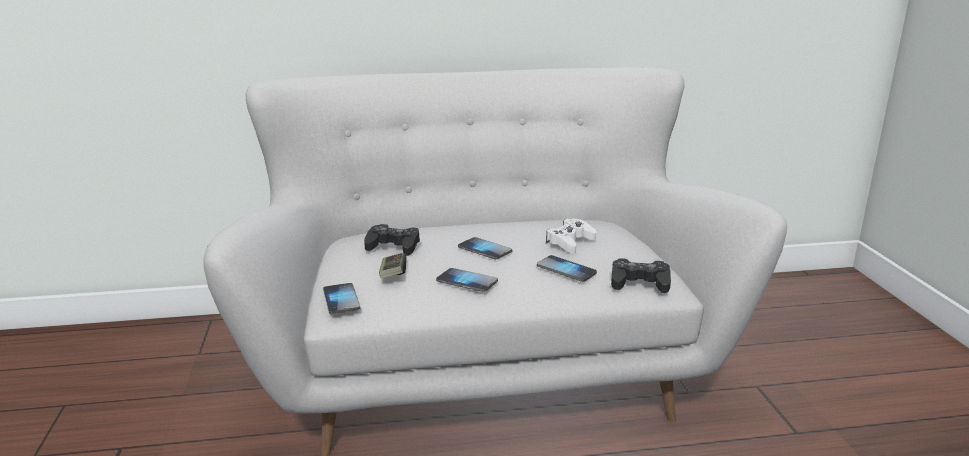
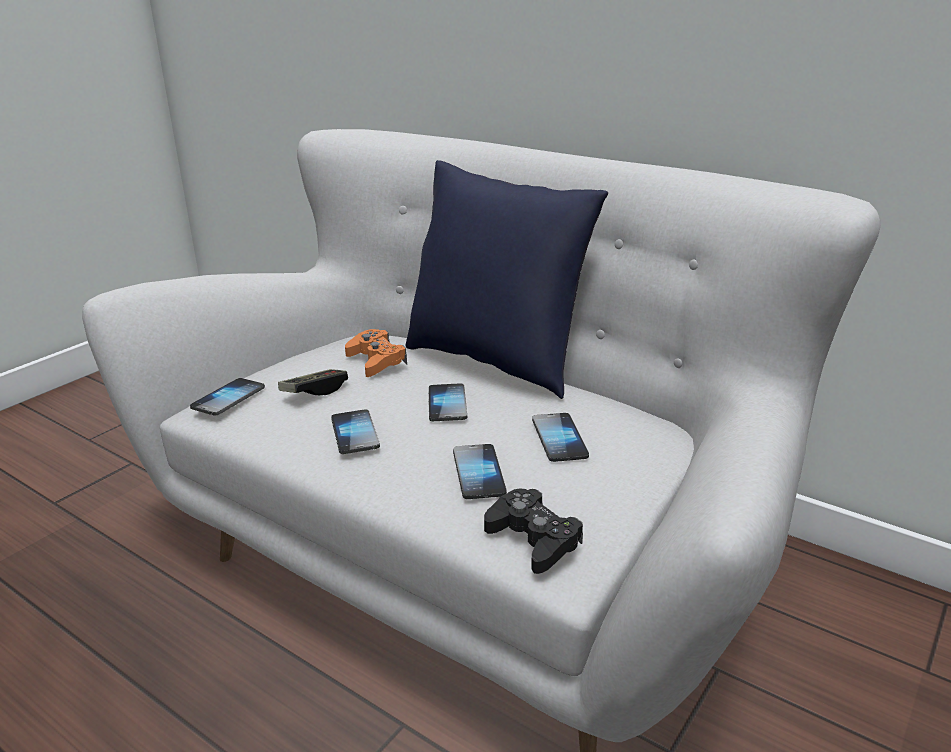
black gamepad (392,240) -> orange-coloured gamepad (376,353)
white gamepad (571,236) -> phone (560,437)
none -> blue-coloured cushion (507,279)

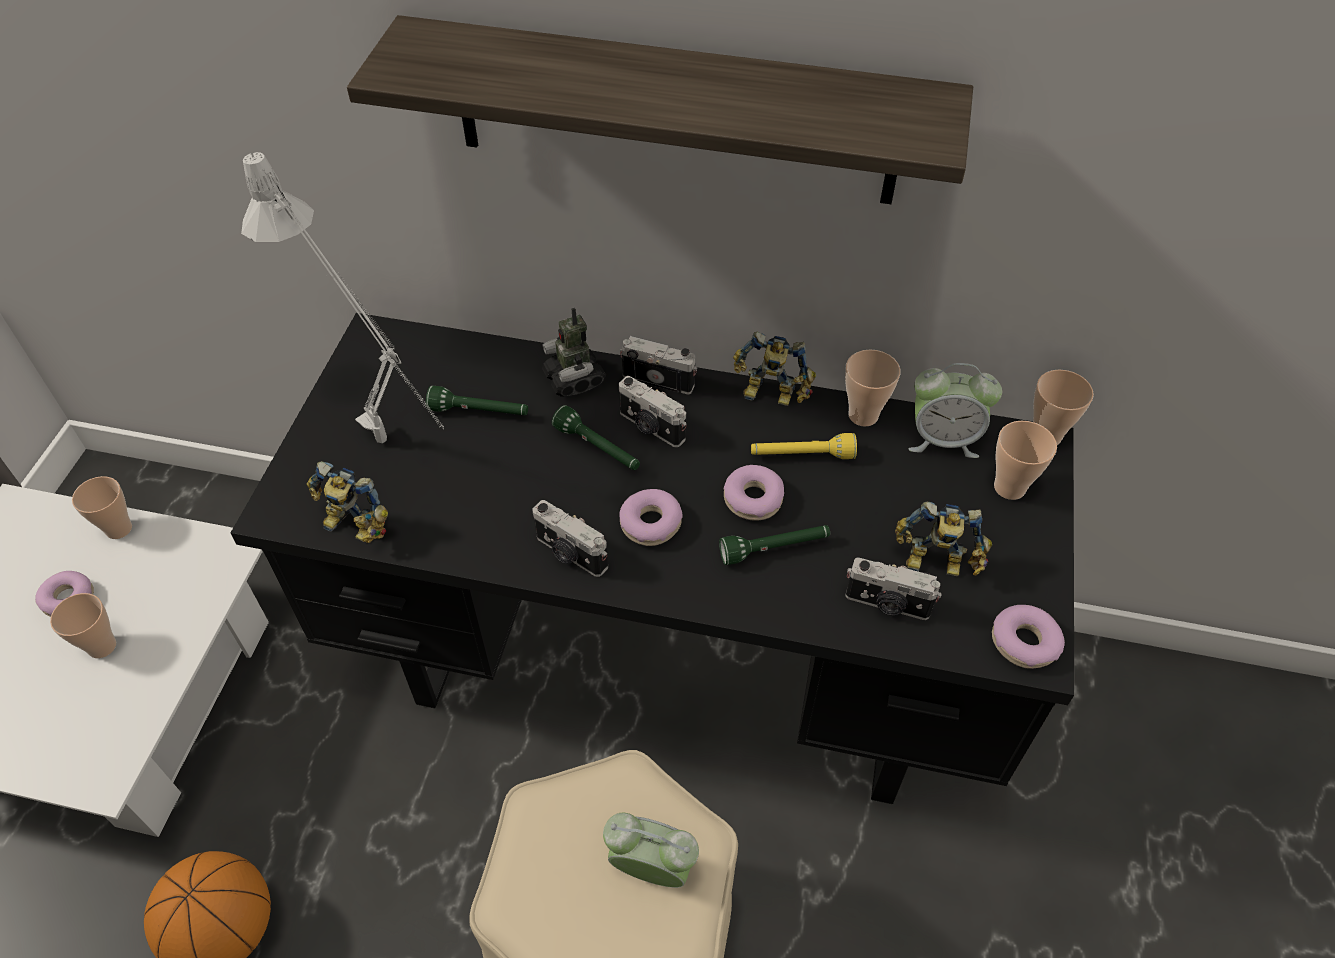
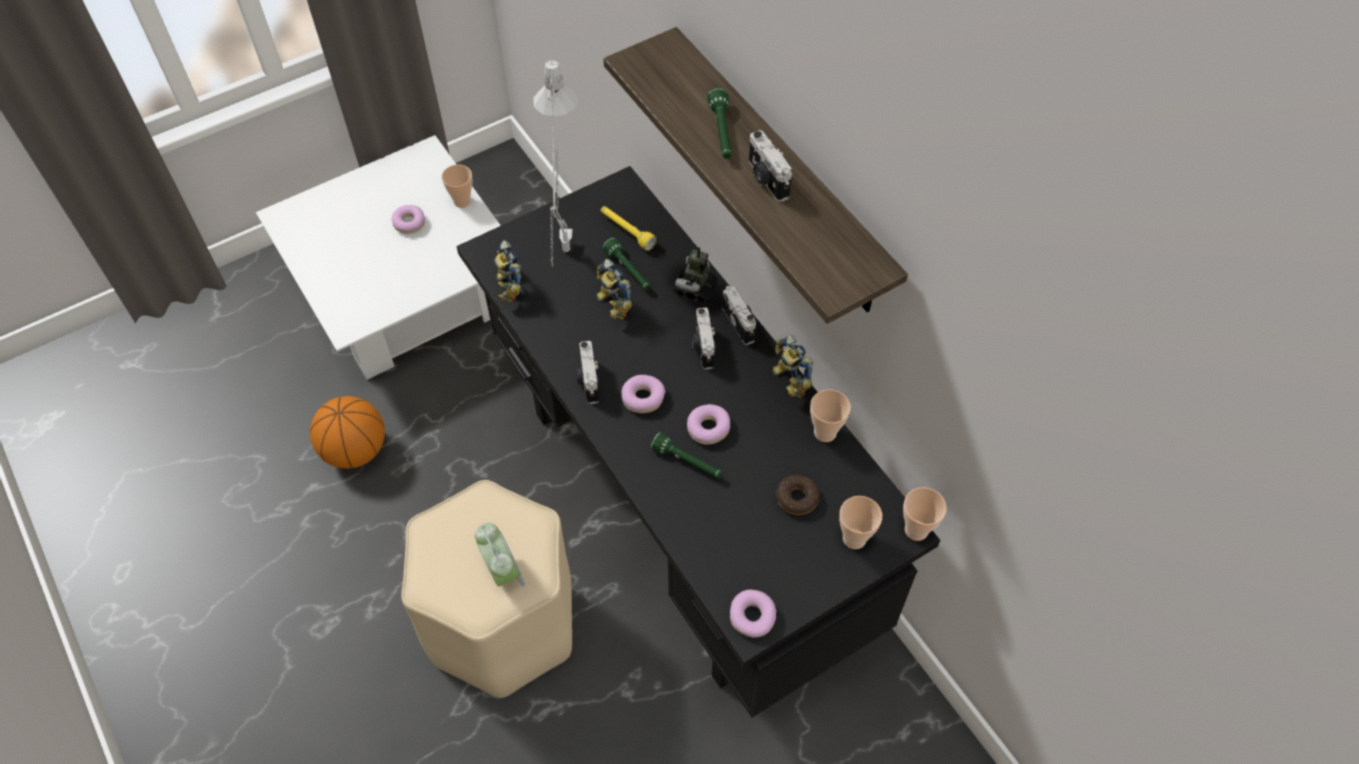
cup (83,625) -> none
green-coloured torch (596,437) -> green-coloured torch (719,123), moved
yellow torch (804,446) -> yellow torch (629,228), moved
photo camera (893,588) -> photo camera (770,166), moved
toy robot (943,538) -> toy robot (614,289), moved
bedside clock (955,410) -> none
none -> ring doughnut (798,495)

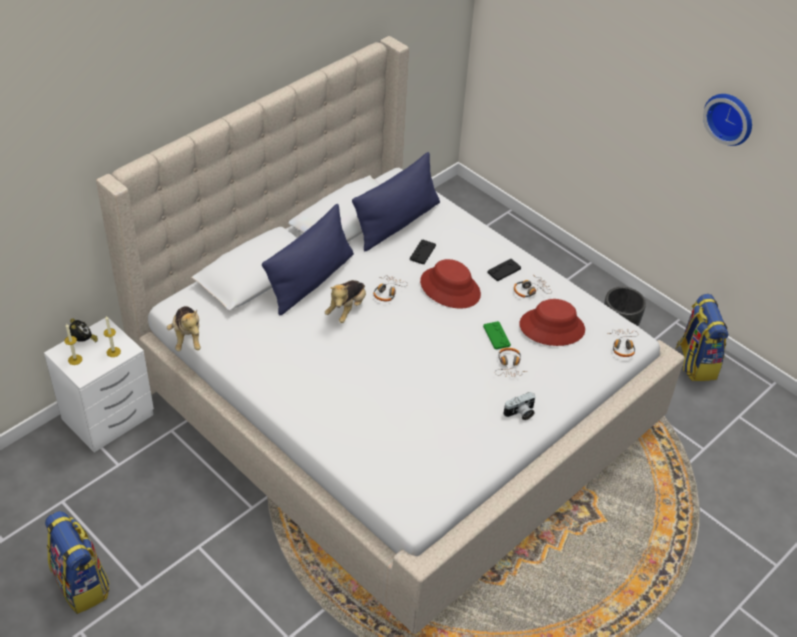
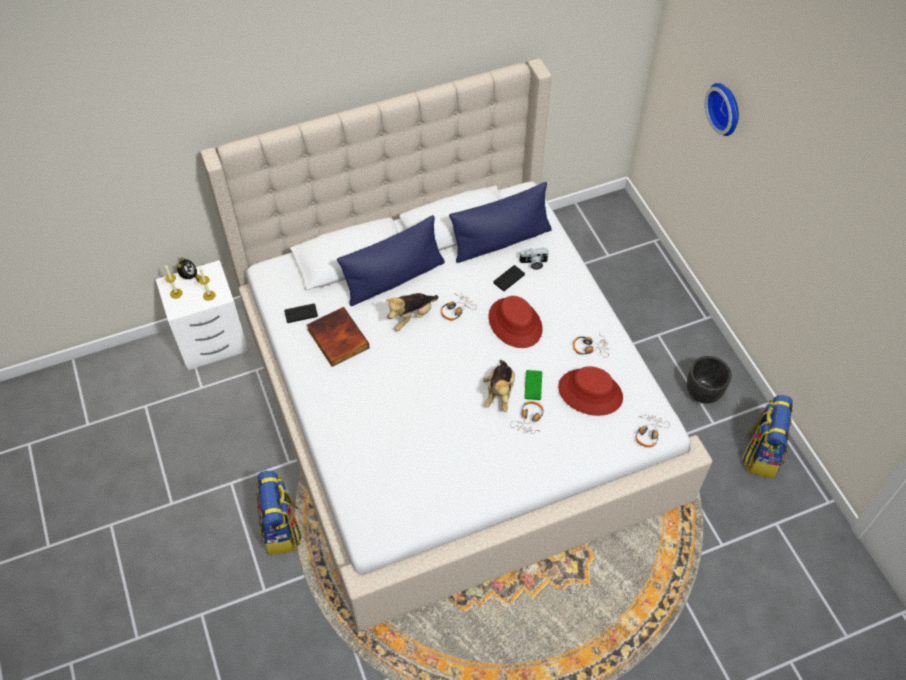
rucksack (77,562) -> rucksack (279,513), moved
plush toy (184,328) -> plush toy (499,386), moved
black gamepad (504,270) -> black gamepad (301,313), moved
photo camera (519,406) -> photo camera (534,259), moved
clock on the wall (727,120) -> clock on the wall (722,109), moved
none -> book (338,337)

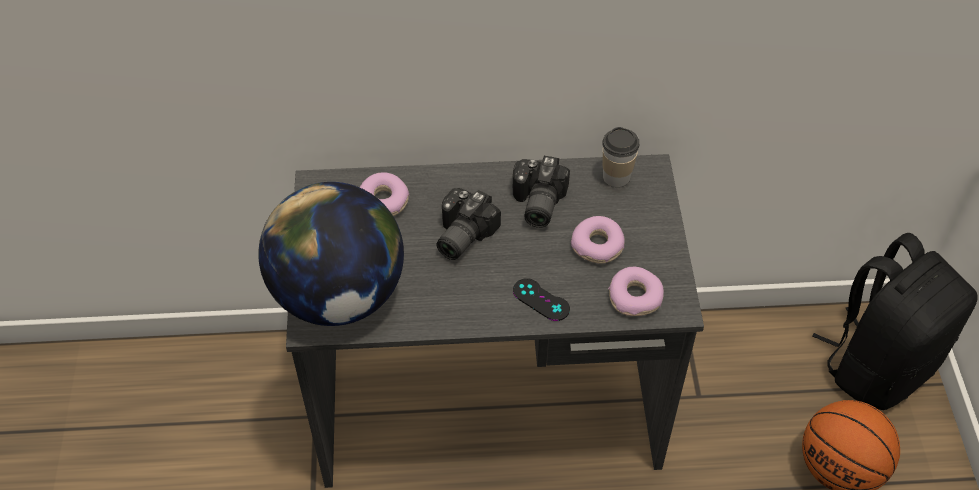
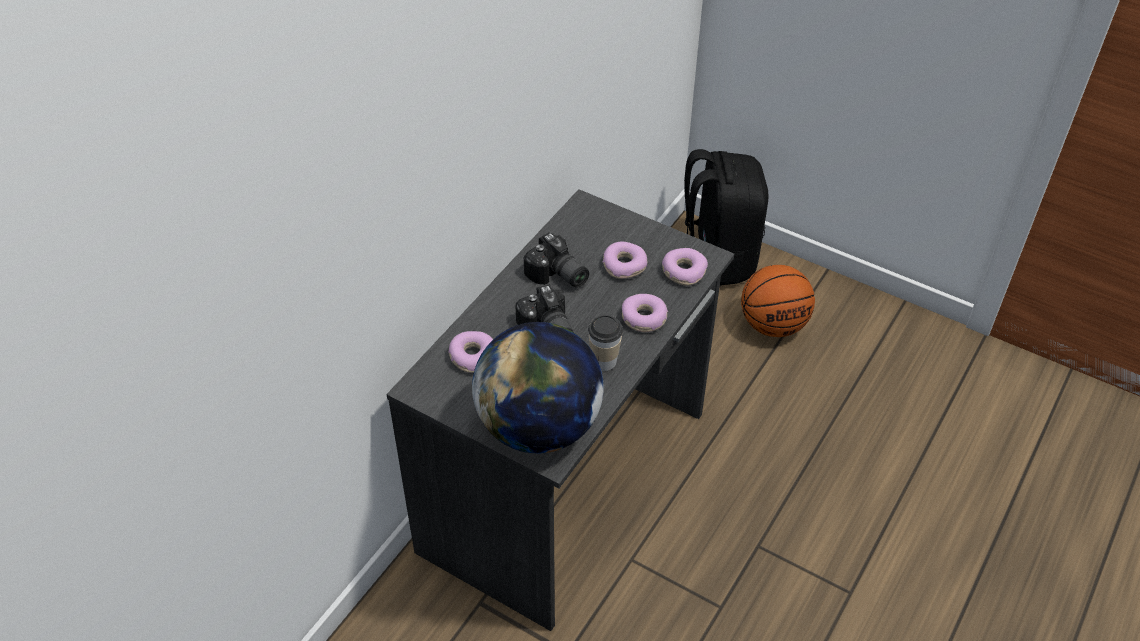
black gamepad (541,299) -> ring doughnut (645,313)
cup (620,157) -> cup (605,343), moved

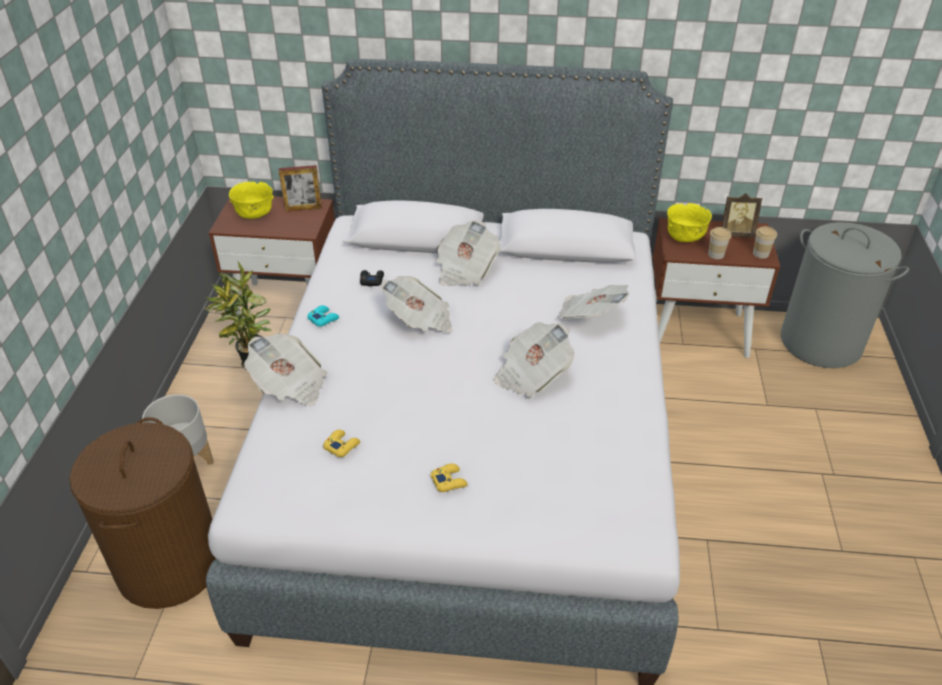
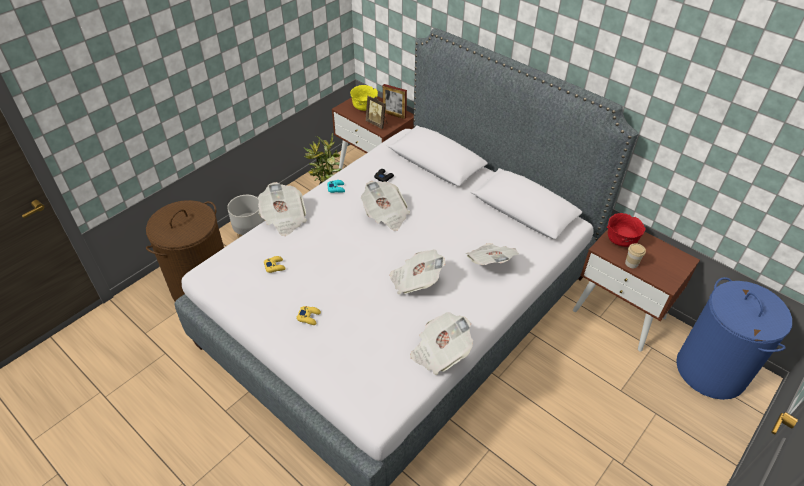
newspaper (468,253) -> newspaper (441,343), moved
yellow bowl (689,222) -> red bowl (626,230)
photo frame (742,215) -> photo frame (376,112), moved
cup (765,242) -> none
greyish laundry basket (845,295) -> blue-coloured laundry basket (734,338)

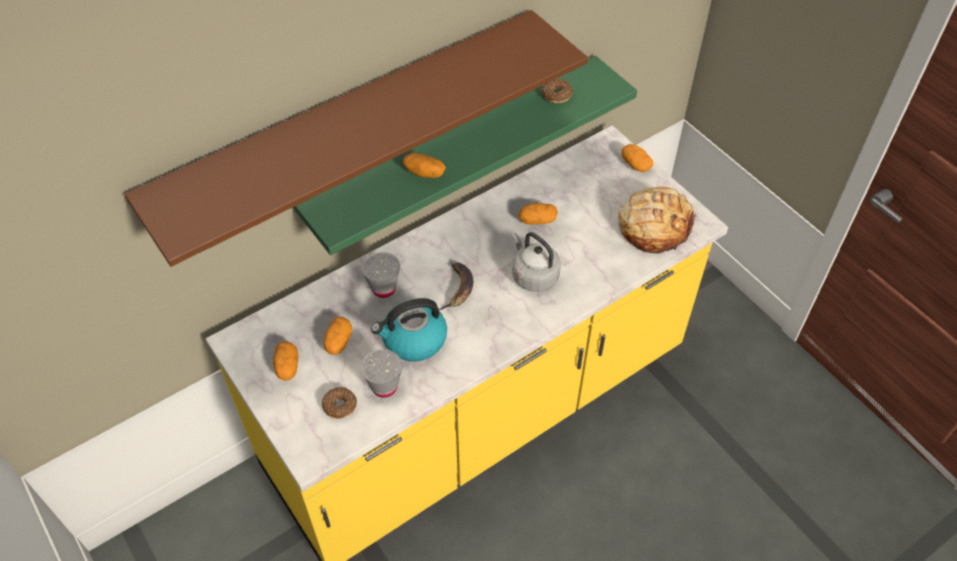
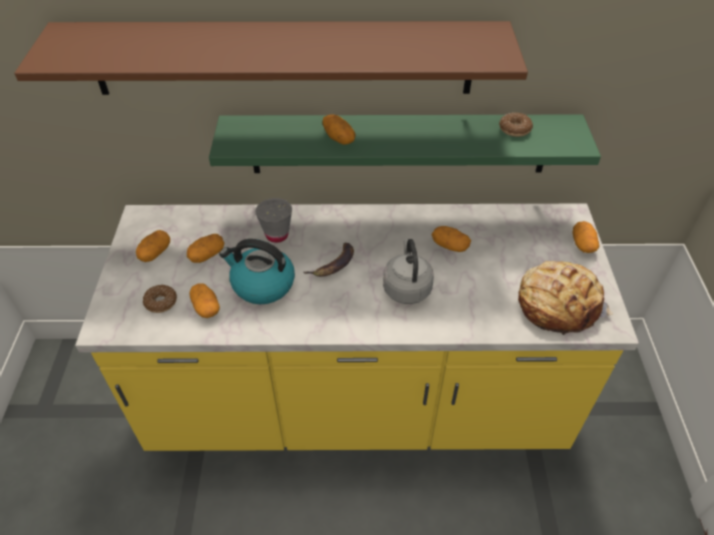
greyish cup (381,373) -> spud (204,300)

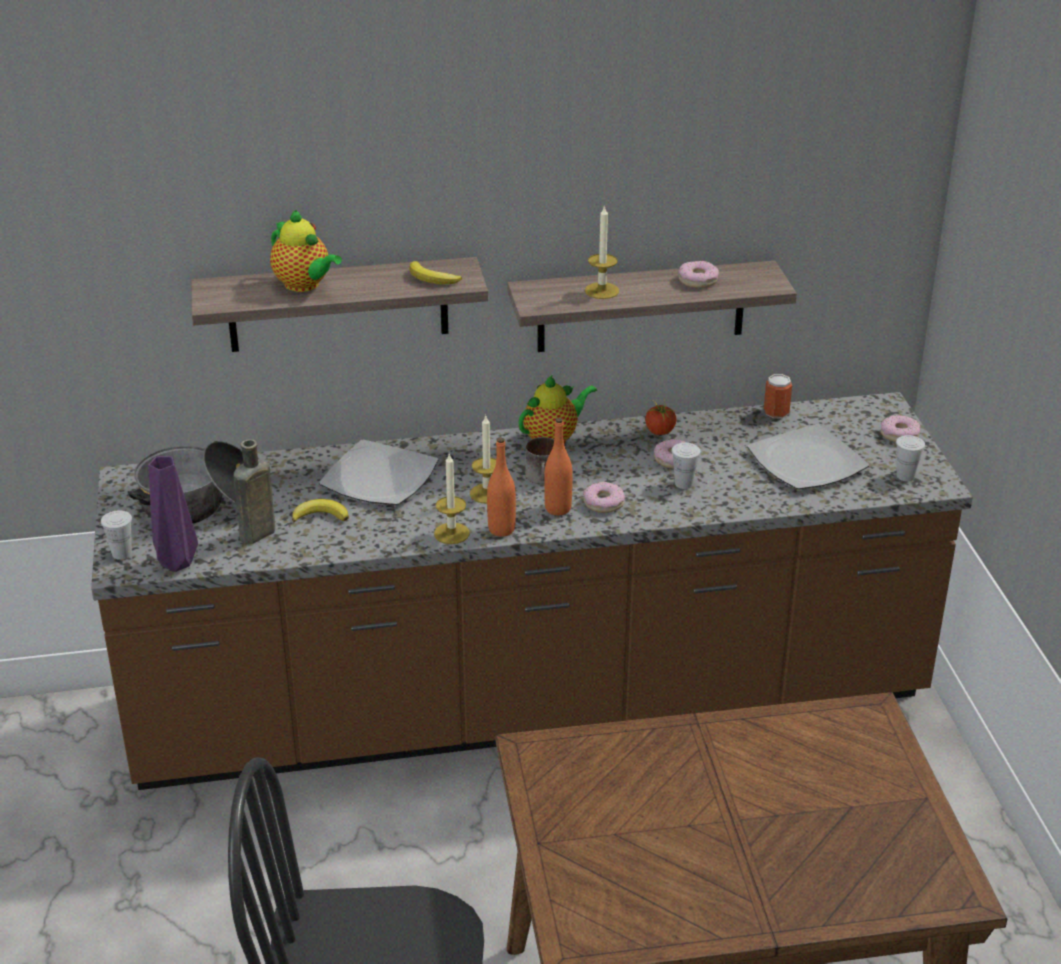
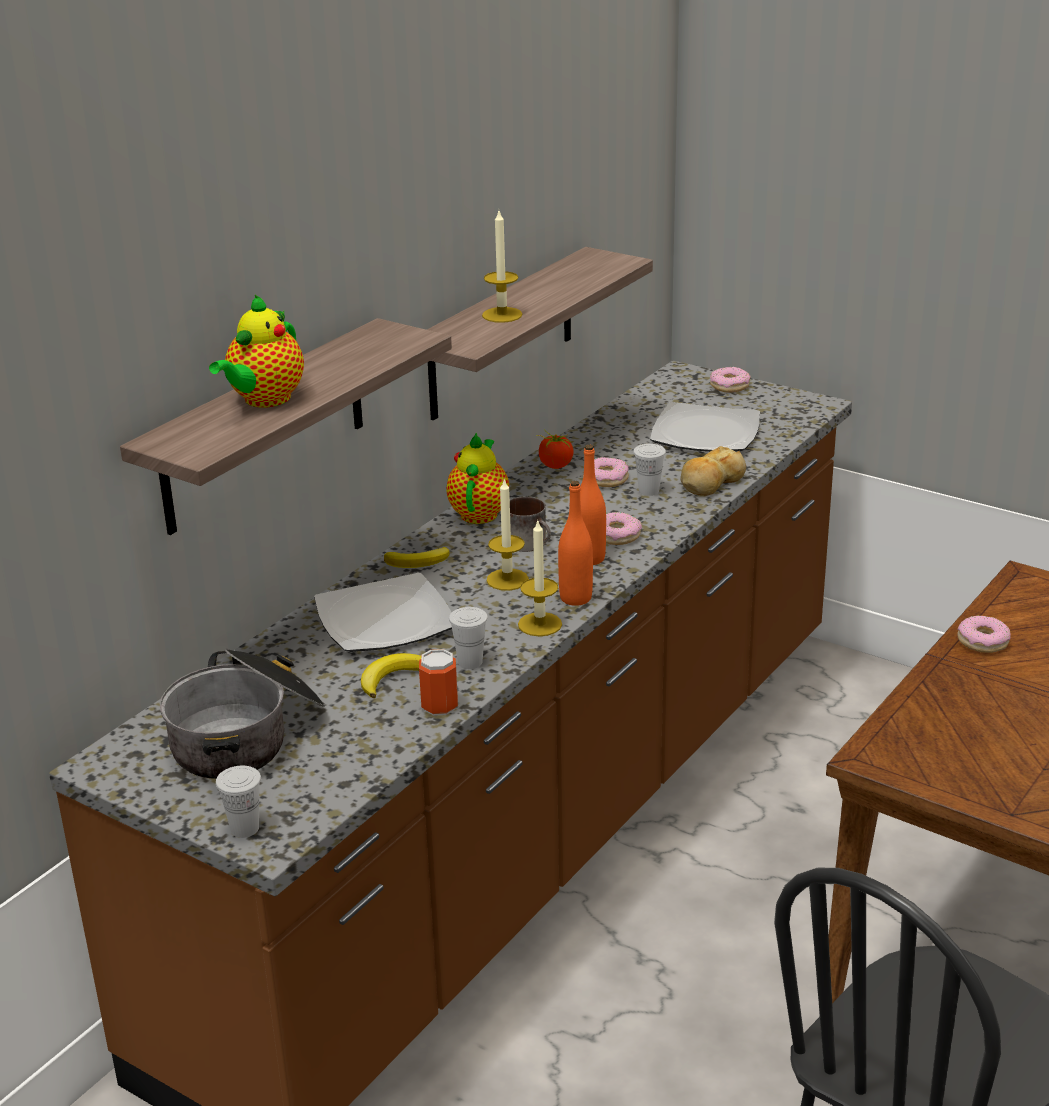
purple-coloured decorative vase (173,514) -> none
brownish beverage bottle (254,491) -> none
teapot (306,250) -> teapot (256,351), 120 degrees clockwise
whole banana (435,272) -> whole banana (417,557), moved
ring doughnut (698,274) -> ring doughnut (984,634), moved
metal can (778,396) -> metal can (438,682), moved
white cup (910,458) -> white cup (468,638), moved
none -> bread (713,471)

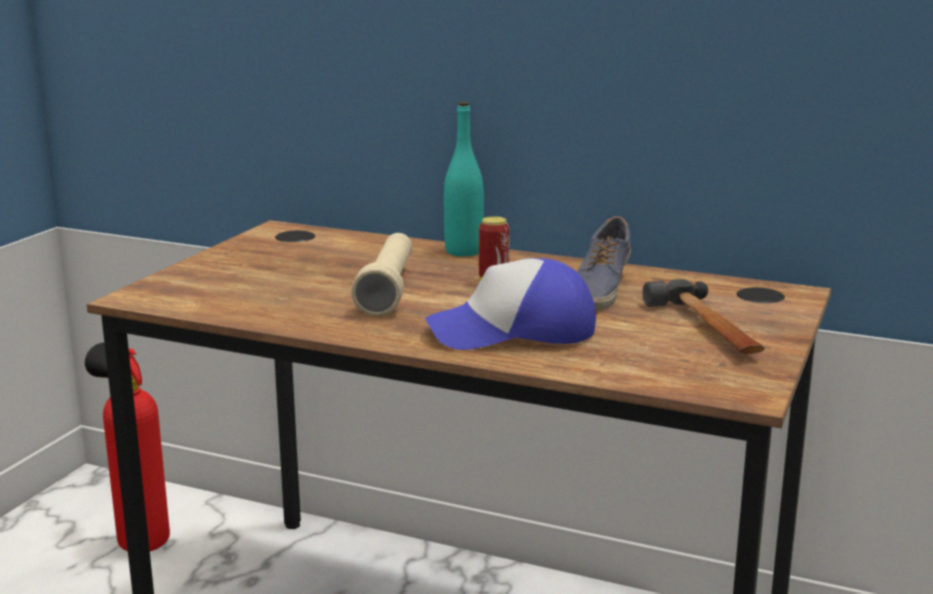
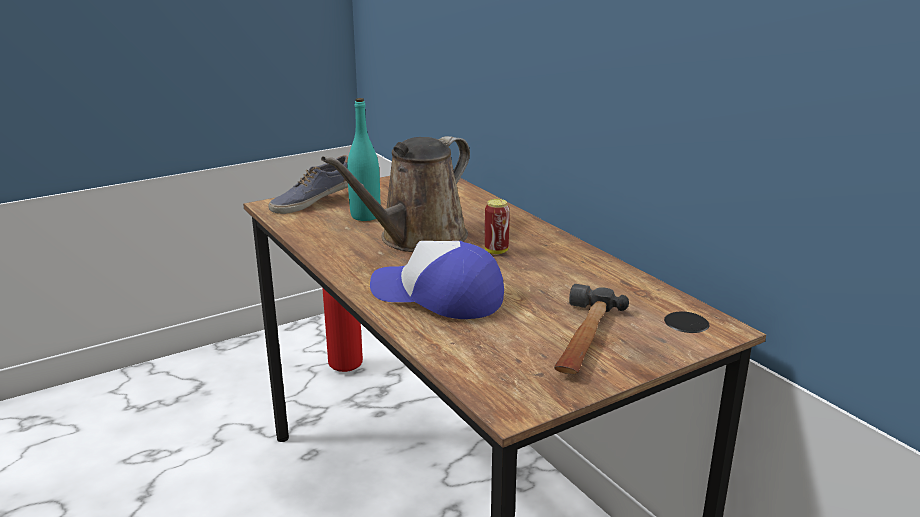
beige torch (381,274) -> brownish watering can (395,194)
turquoise beverage bottle (464,179) -> turquoise beverage bottle (363,159), moved
item of footwear (604,263) -> item of footwear (308,184), moved

